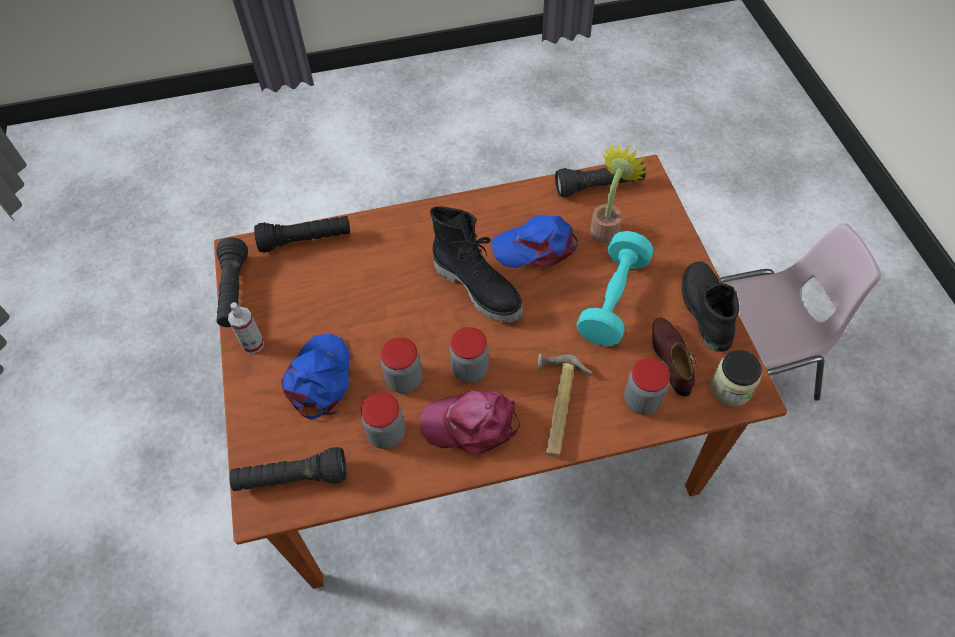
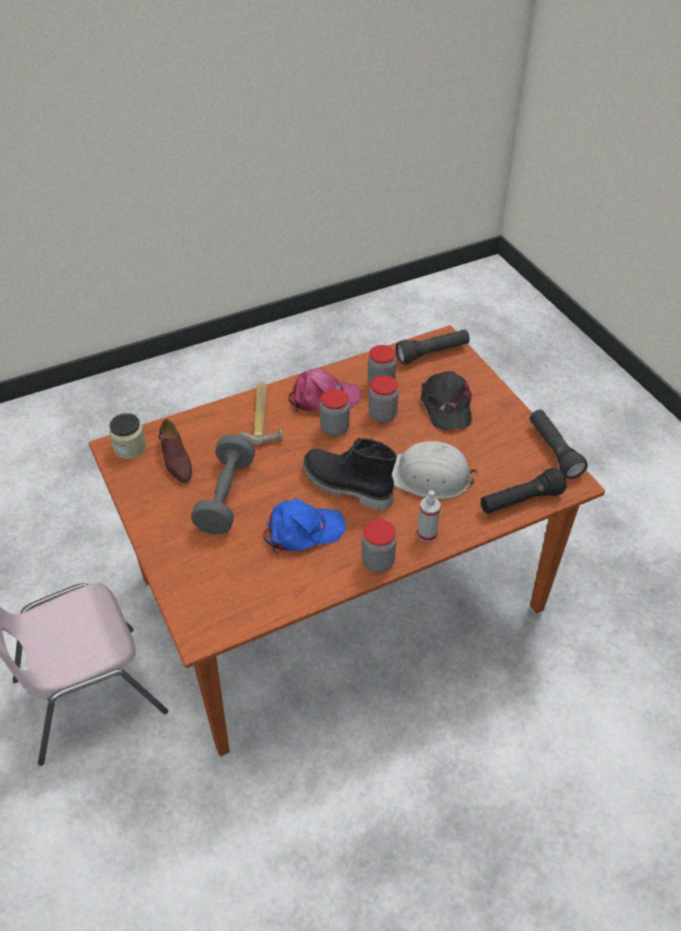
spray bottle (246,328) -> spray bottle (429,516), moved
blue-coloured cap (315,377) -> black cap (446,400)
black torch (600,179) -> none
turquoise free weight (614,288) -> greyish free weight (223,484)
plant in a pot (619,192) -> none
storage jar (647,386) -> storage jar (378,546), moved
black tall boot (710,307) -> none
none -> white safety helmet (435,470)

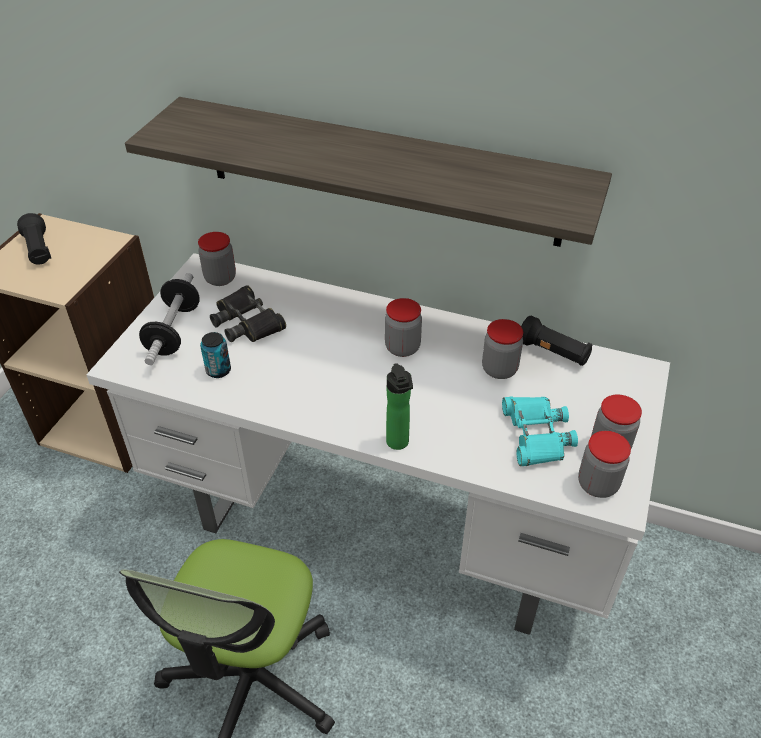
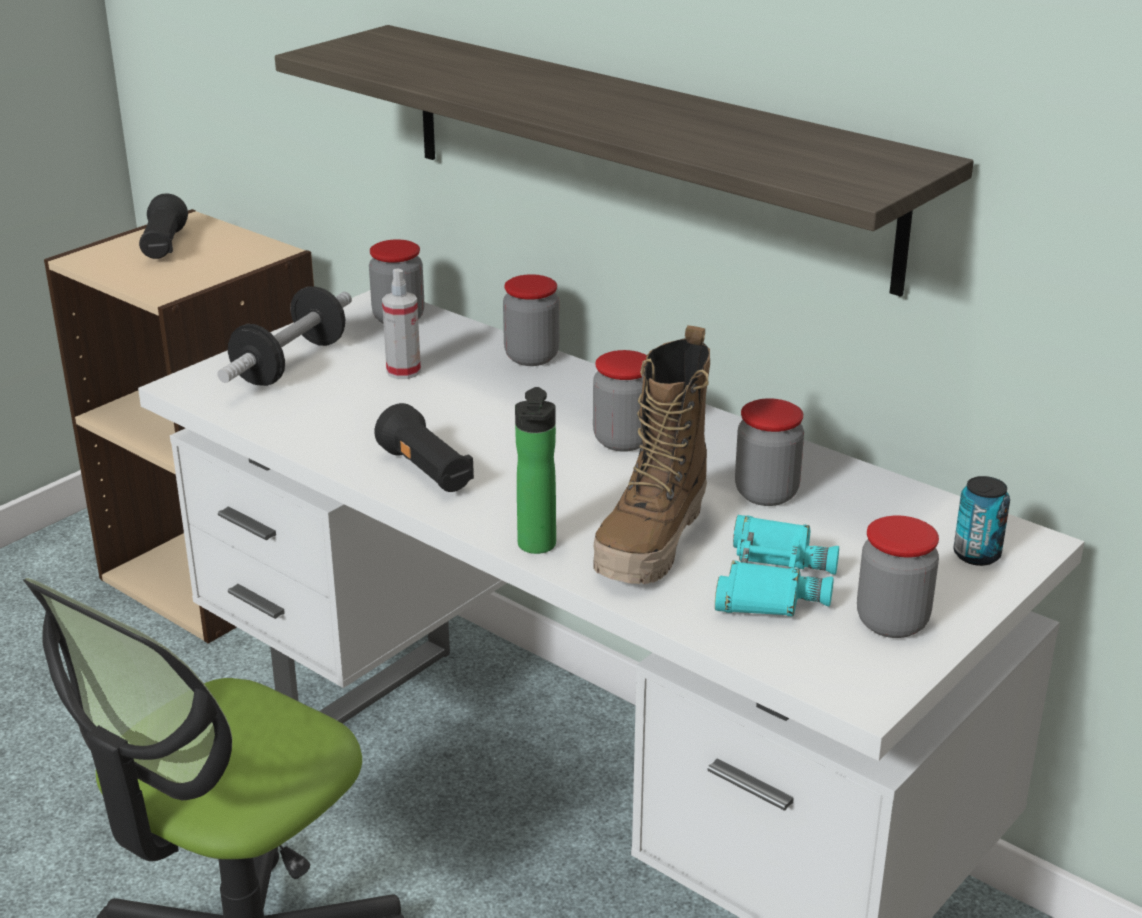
metal can (215,355) -> metal can (981,521), moved
black binoculars (248,313) -> spray bottle (401,324)
black torch (557,341) -> black torch (424,447), moved
storage jar (604,464) -> storage jar (531,320), moved
none -> tall boot (651,454)

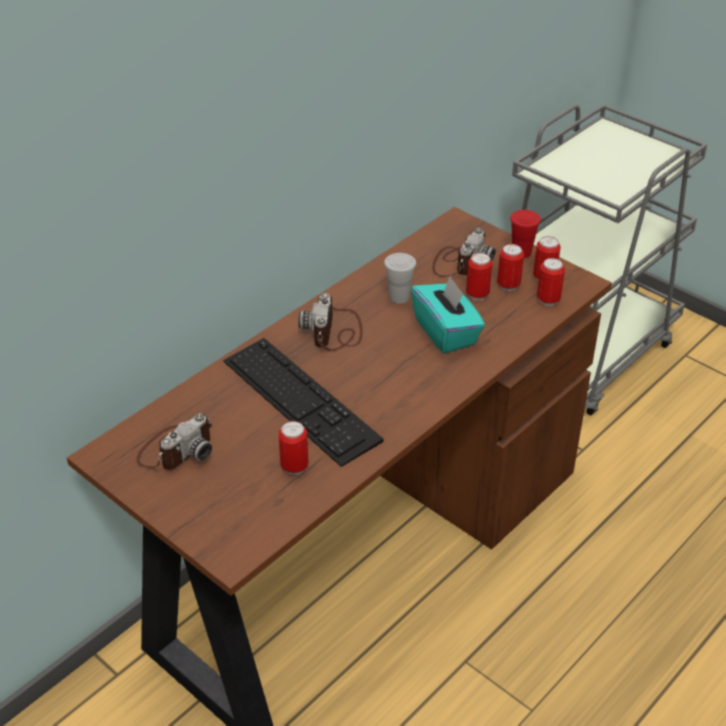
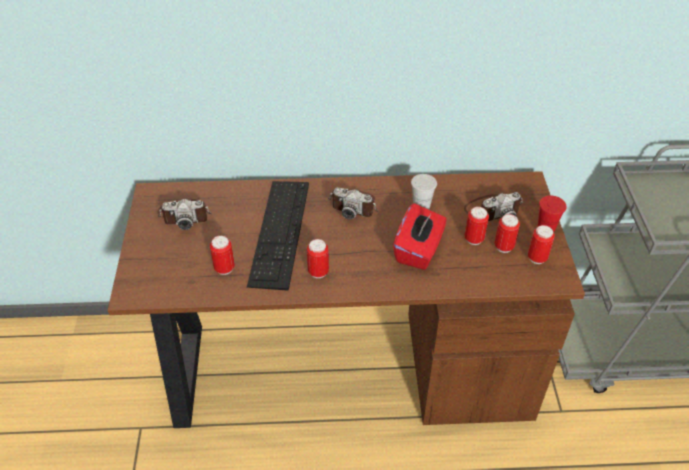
photo camera (330,322) -> photo camera (353,203), 120 degrees counterclockwise
turquoise tissue box (448,315) -> red tissue box (420,236)
metal can (551,282) -> metal can (318,258), moved

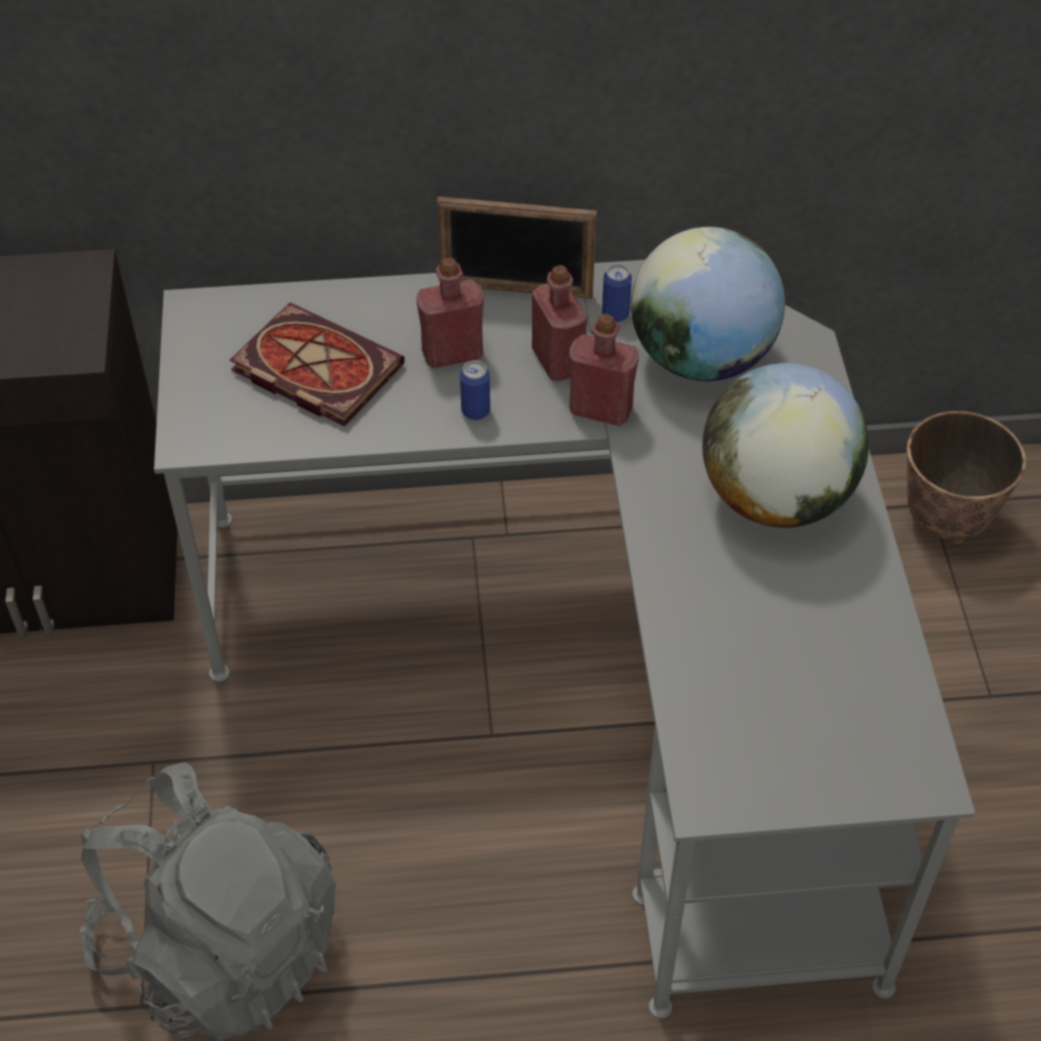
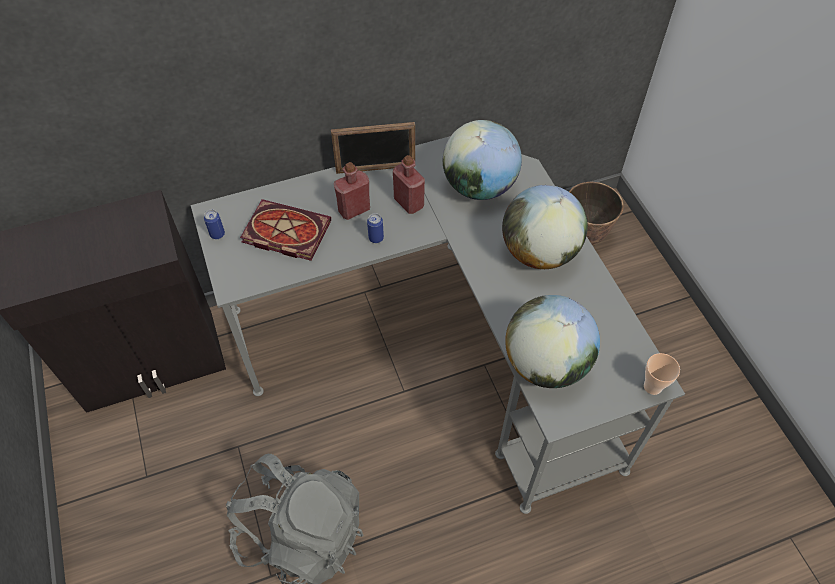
red beverage bottle (604,370) -> none
metal can (617,293) -> metal can (214,224), moved
none -> world globe (552,341)
none -> cup (662,374)

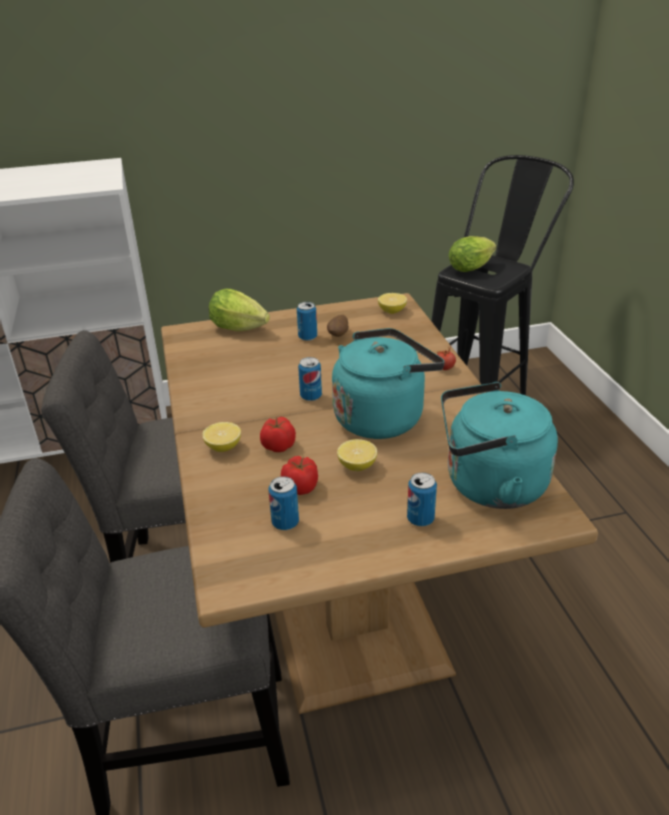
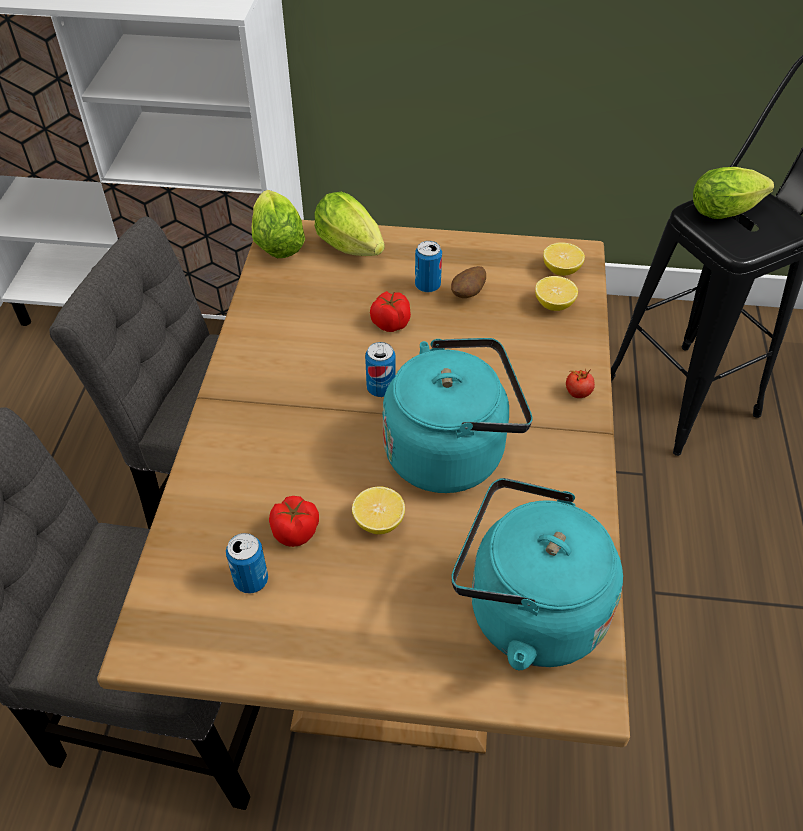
whole lemon (221,437) -> whole lemon (556,293), moved
fresh tomato (278,434) -> fresh tomato (390,311), moved
metal can (422,499) -> none
none -> lettuce (278,224)

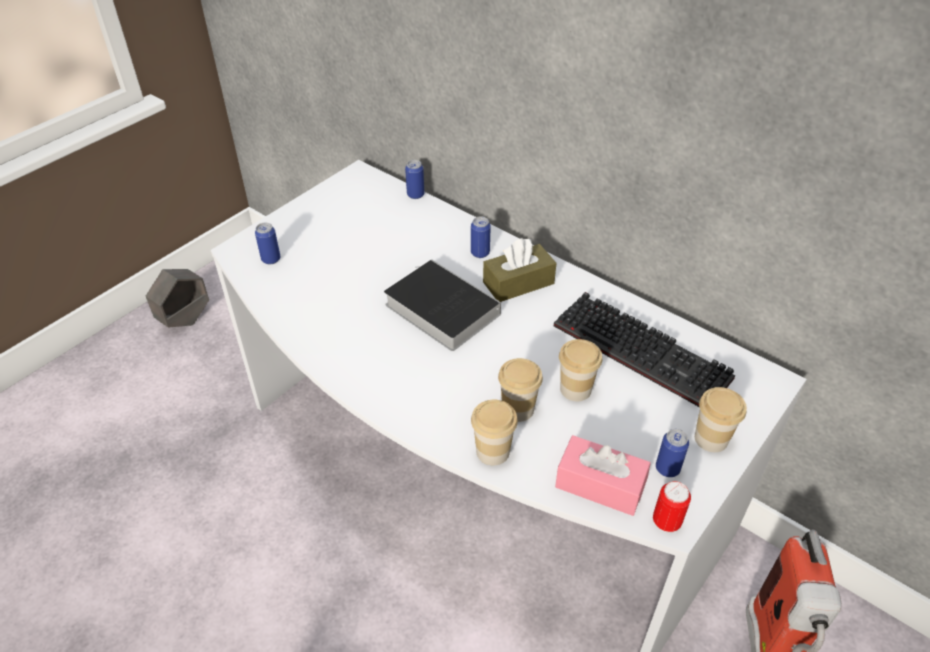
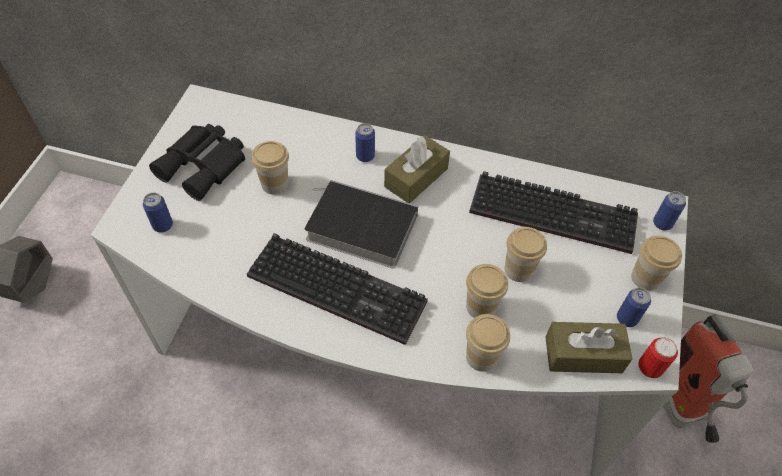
metal can (414,179) -> metal can (669,210), moved
pinkish tissue box (603,475) -> brownish tissue box (588,347)
none -> black binoculars (197,162)
none -> computer keyboard (337,289)
none -> cup (270,168)

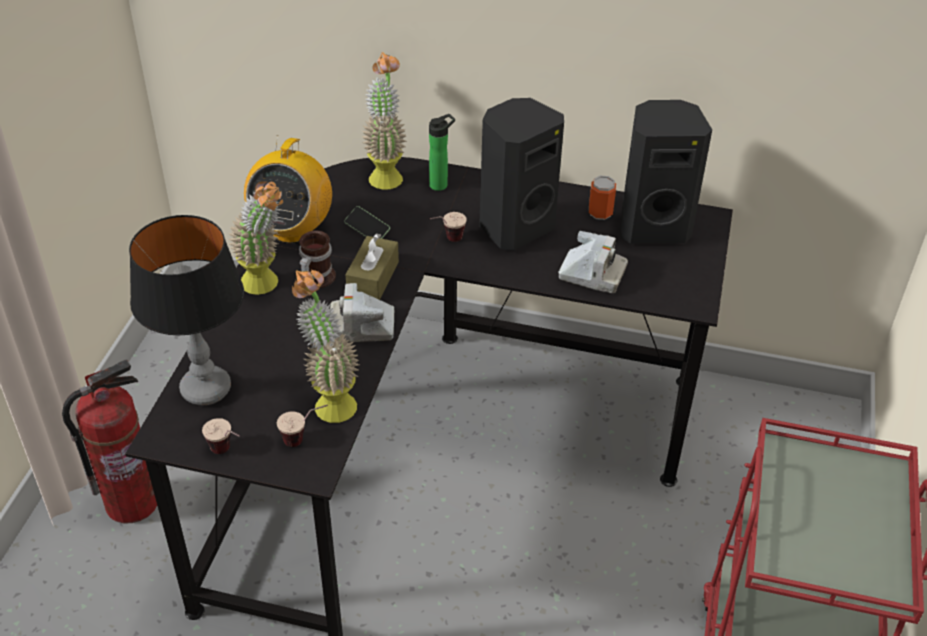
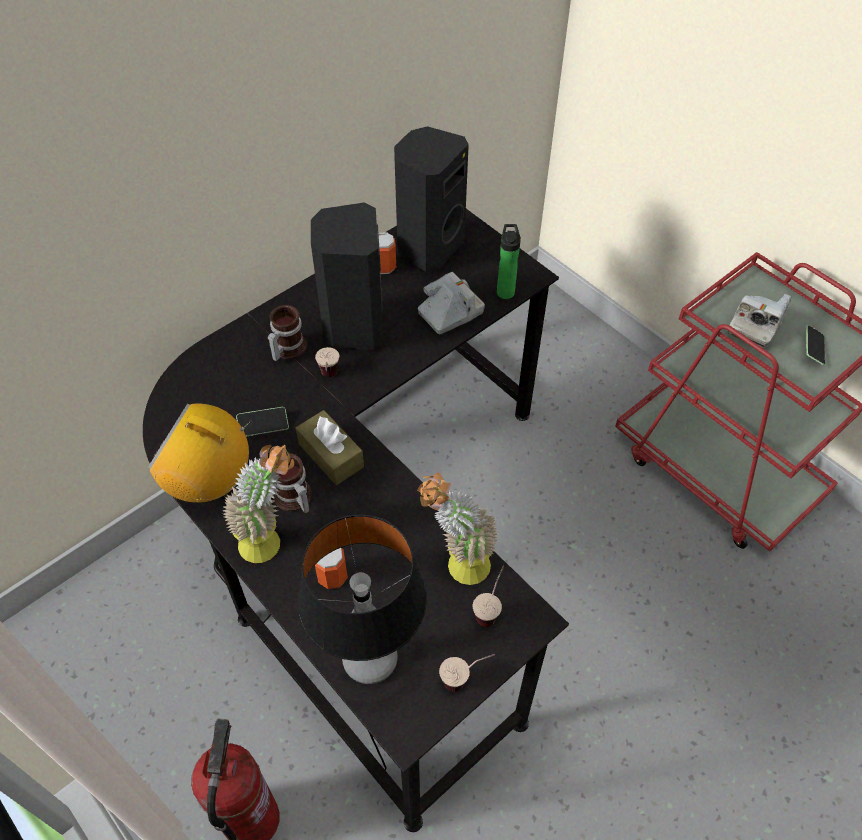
radio receiver (288,189) -> radio receiver (200,453), 150 degrees clockwise
photo camera (361,312) -> photo camera (759,321), moved
plant in a pot (384,121) -> none
beverage bottle (442,152) -> beverage bottle (509,261), moved
none -> tea mug (287,333)
none -> metal can (331,568)
none -> phone (815,345)

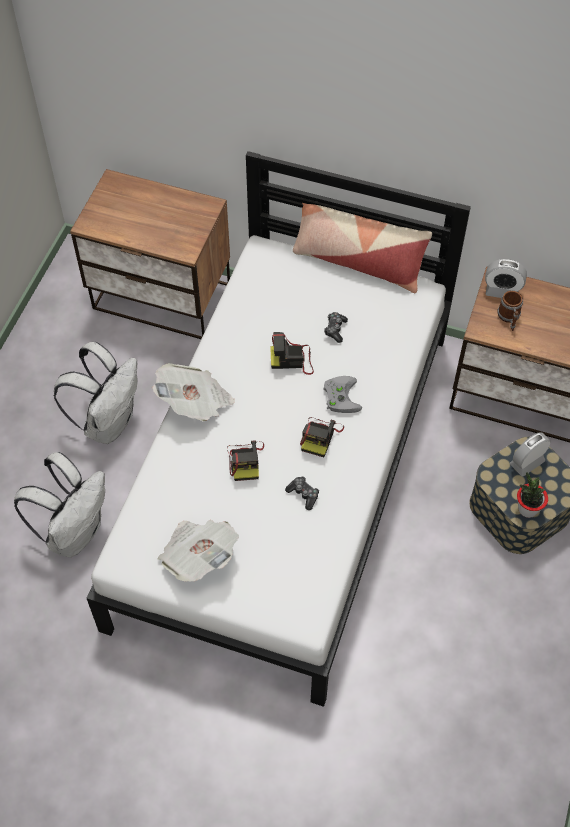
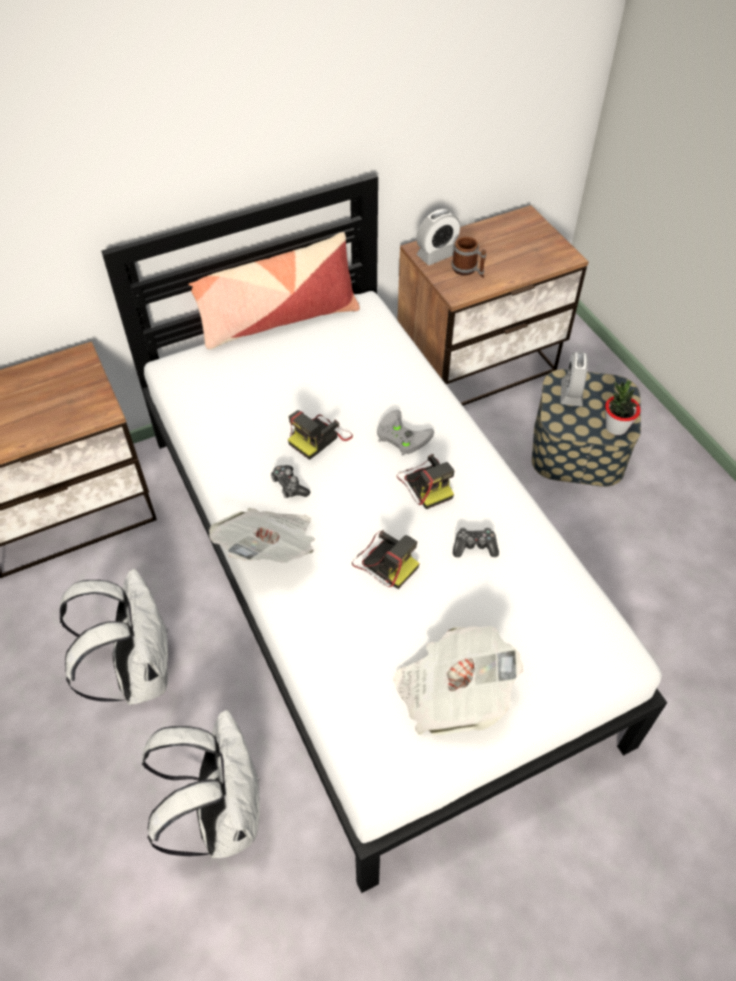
gamepad (336,327) -> gamepad (290,481), moved

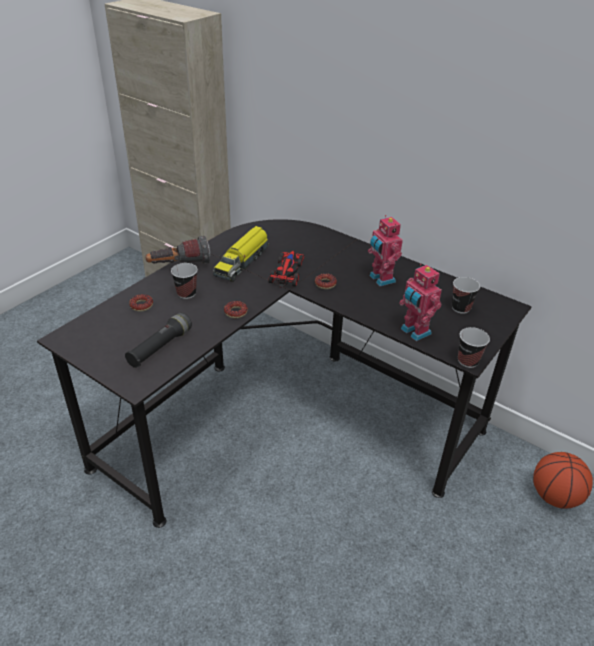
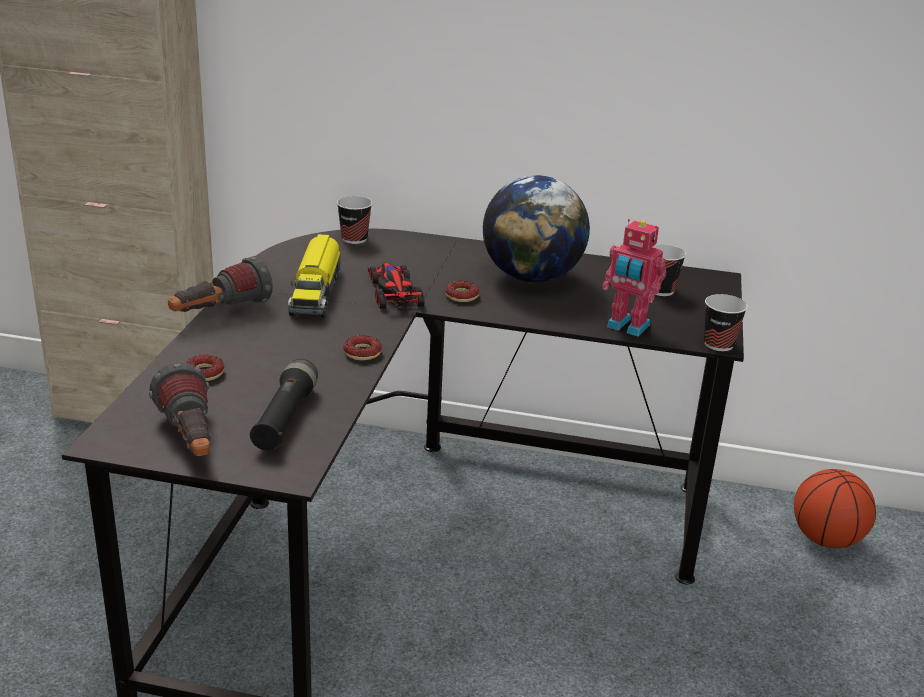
cup (184,281) -> cup (354,220), moved
toy robot (385,250) -> world globe (536,229)
none -> torch (180,409)

